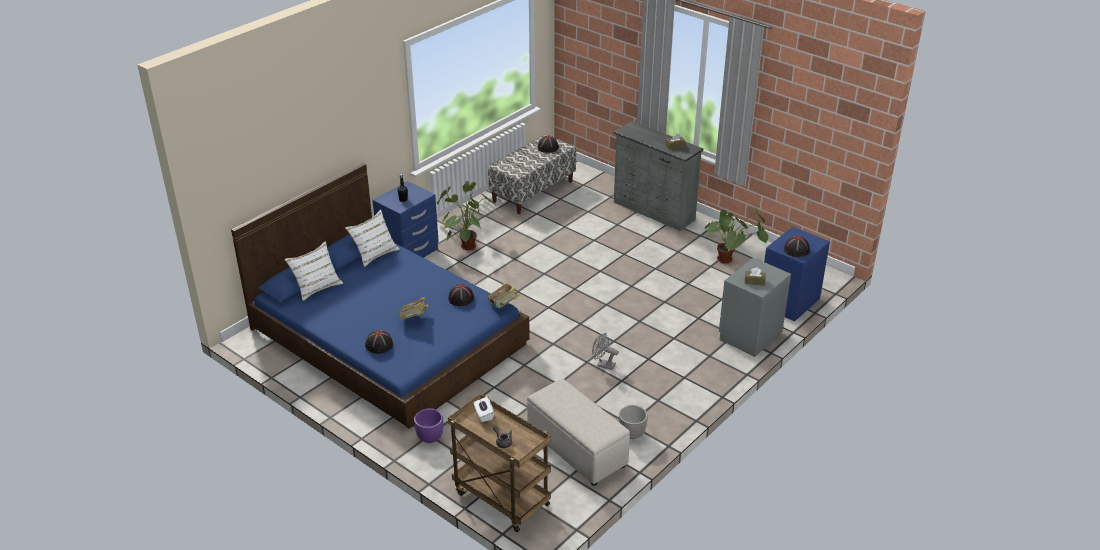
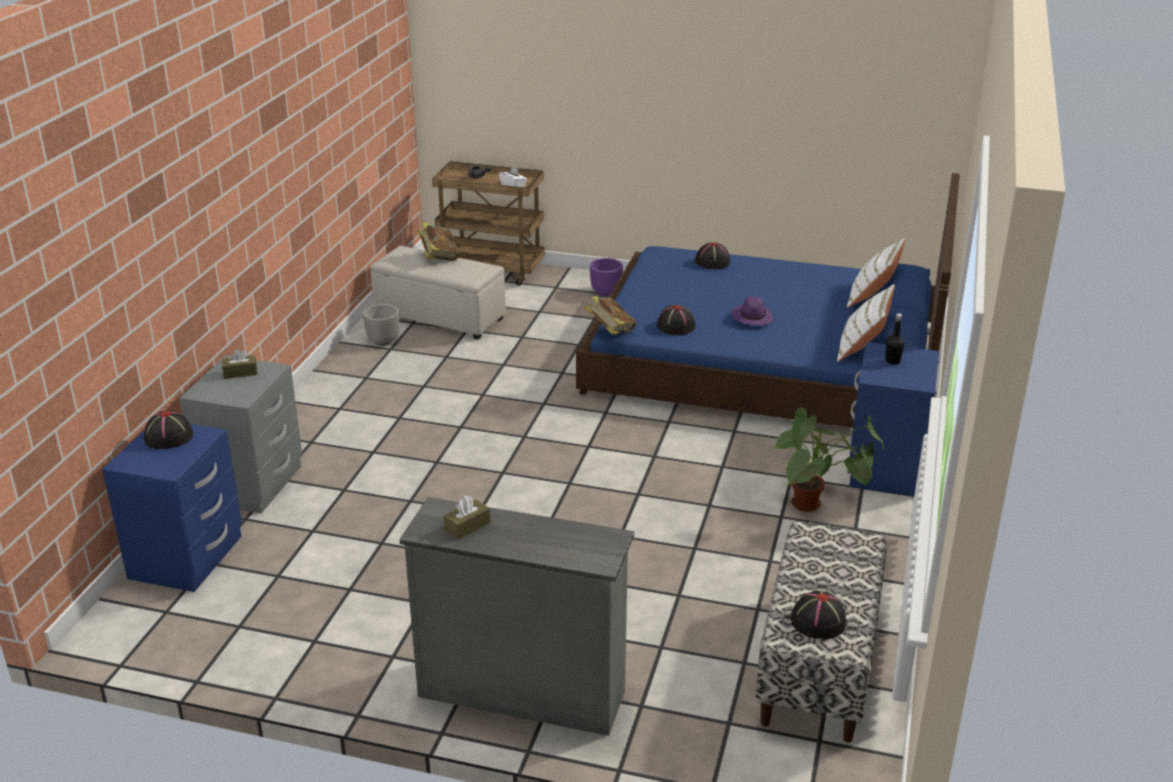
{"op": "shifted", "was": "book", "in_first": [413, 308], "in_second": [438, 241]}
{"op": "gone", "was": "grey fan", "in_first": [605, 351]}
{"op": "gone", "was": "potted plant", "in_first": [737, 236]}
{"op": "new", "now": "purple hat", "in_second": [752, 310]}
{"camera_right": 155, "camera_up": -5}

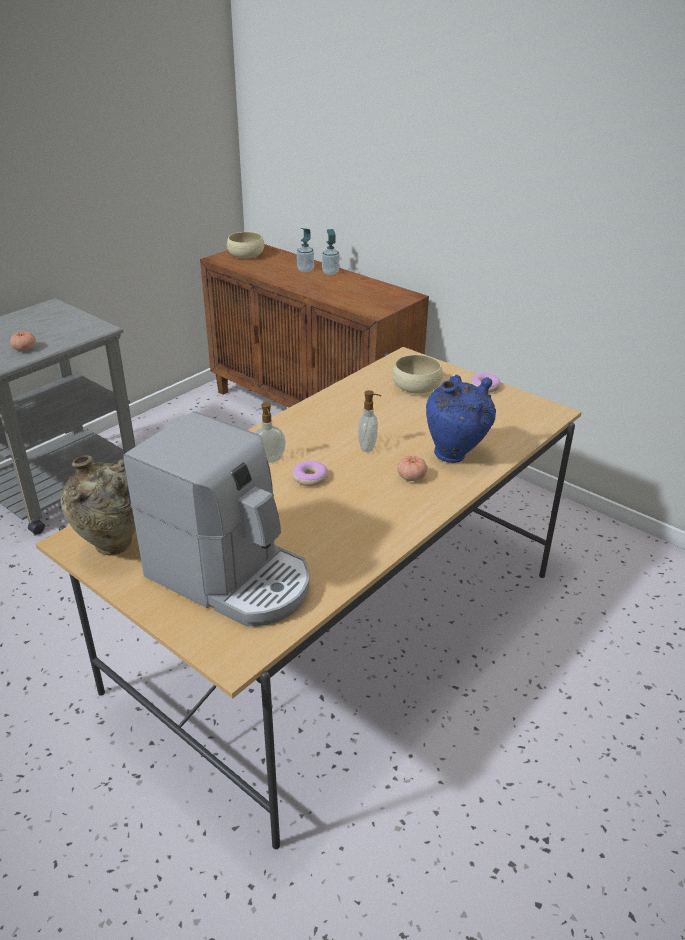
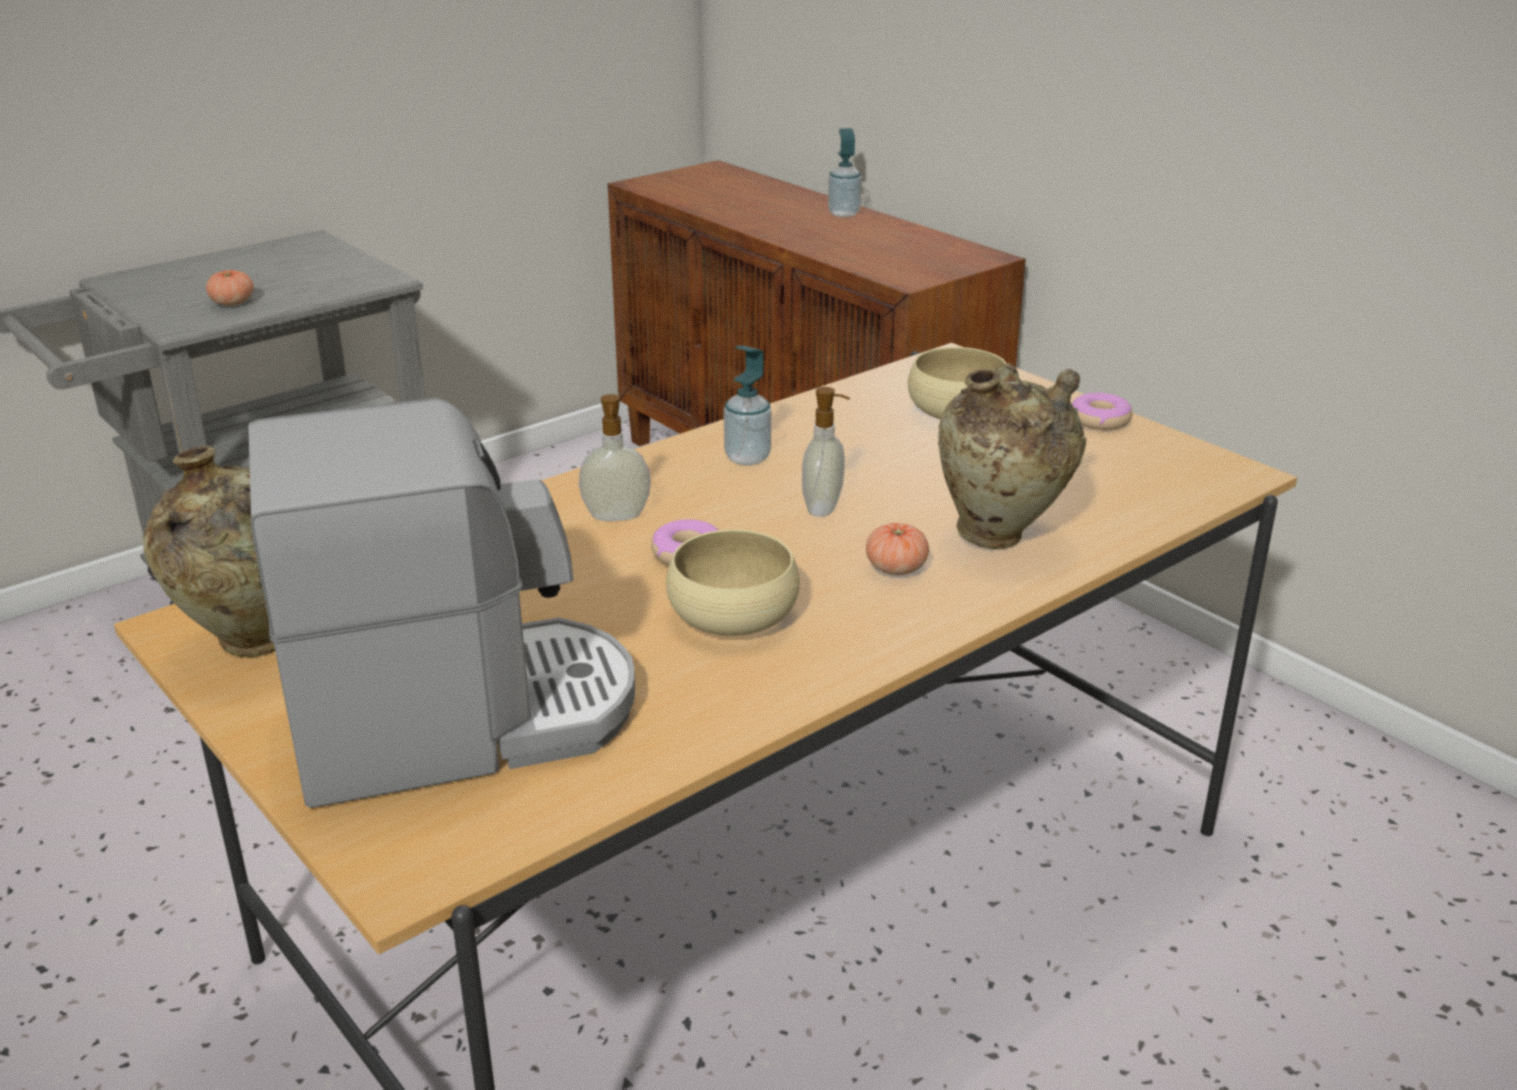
{"op": "rotated", "was": "coffee machine", "in_first": [216, 519], "in_second": [441, 603], "clockwise": -60}
{"op": "shifted", "was": "beige bowl", "in_first": [245, 245], "in_second": [733, 582]}
{"op": "shifted", "was": "soap dispenser", "in_first": [305, 250], "in_second": [747, 406]}
{"op": "repainted", "was": "blue vase", "now": "beige vase", "in_first": [461, 418], "in_second": [1012, 456]}
{"camera_right": 10, "camera_up": -5}

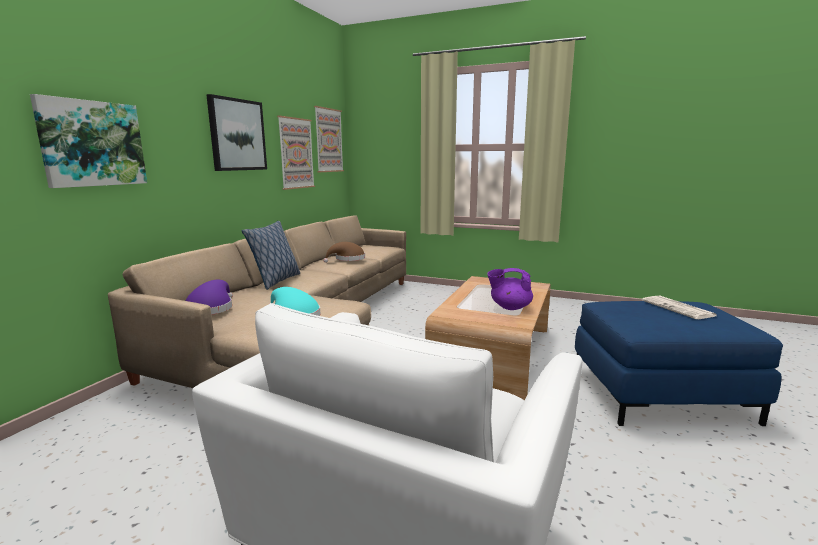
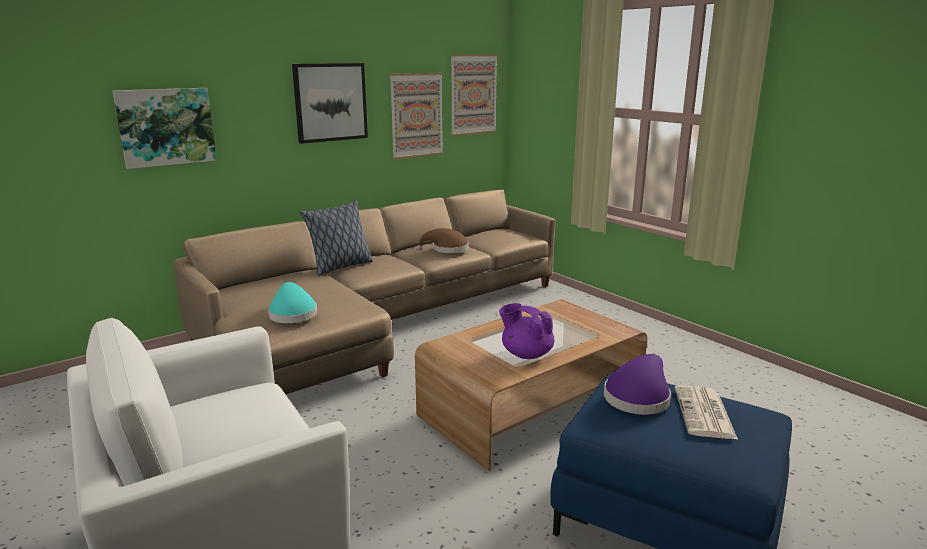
{"op": "shifted", "was": "purple hat", "in_first": [209, 297], "in_second": [637, 384]}
{"camera_right": 30, "camera_up": 5}

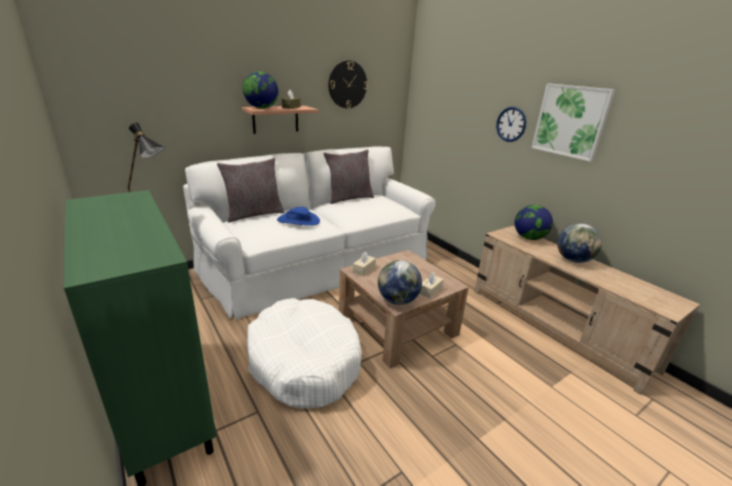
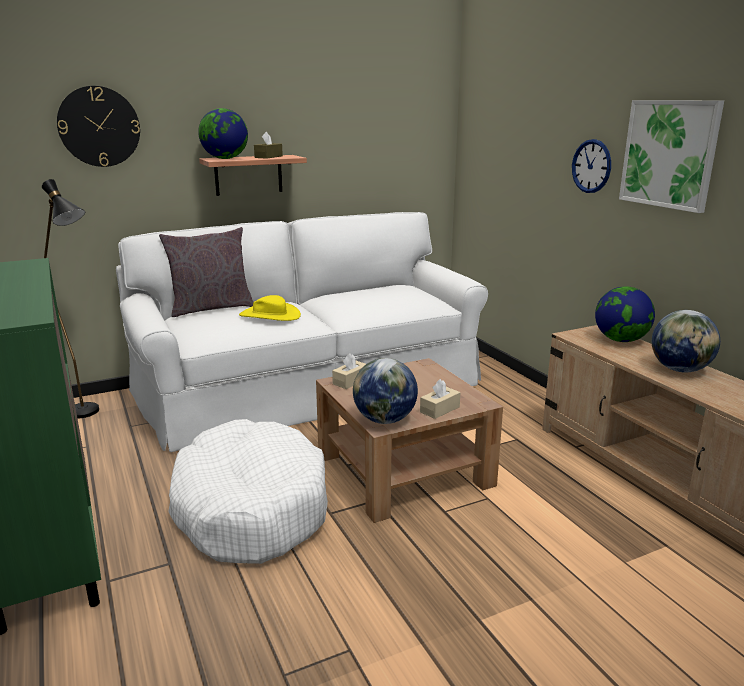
{"op": "repainted", "was": "blue hat", "now": "yellow hat", "in_first": [298, 216], "in_second": [270, 308]}
{"op": "gone", "was": "grey pillow", "in_first": [348, 176]}
{"op": "shifted", "was": "wall clock", "in_first": [348, 84], "in_second": [98, 126]}
{"camera_right": 10, "camera_up": -5}

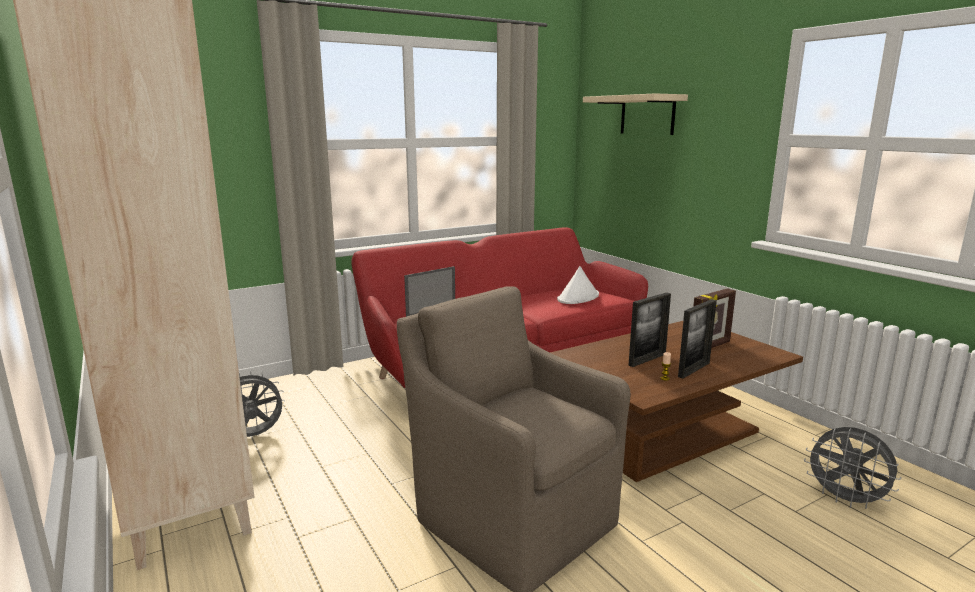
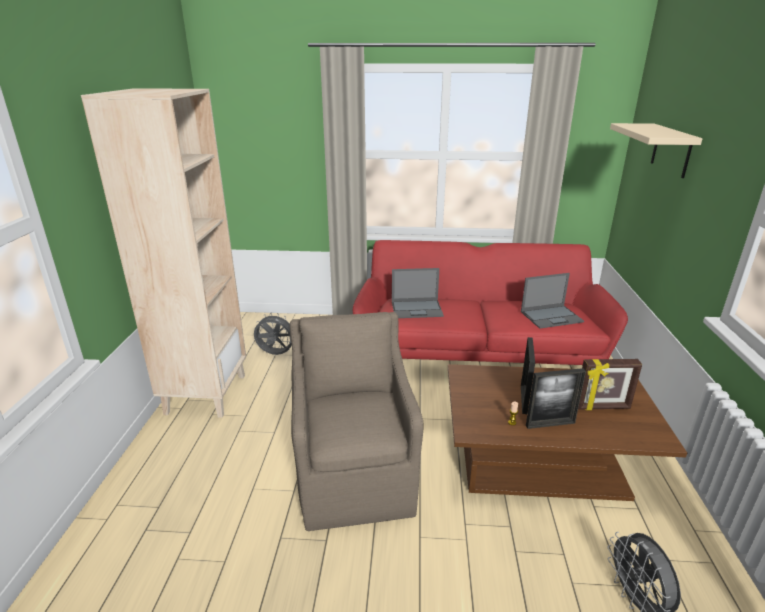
{"op": "swapped", "was": "white hat", "now": "laptop", "in_first": [578, 285], "in_second": [552, 301]}
{"op": "rotated", "was": "picture frame", "in_first": [649, 329], "in_second": [528, 375], "clockwise": 105}
{"camera_right": 35, "camera_up": 10}

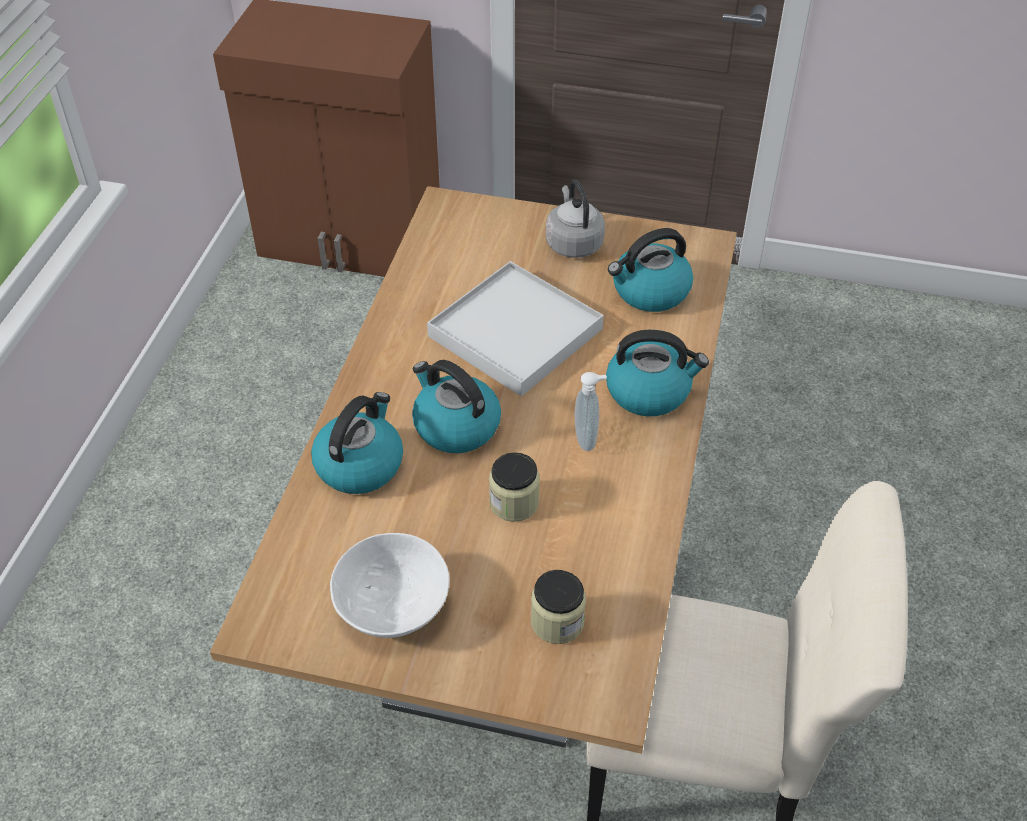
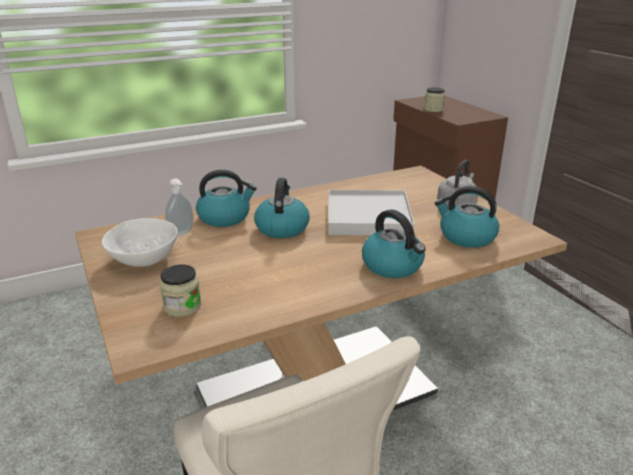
{"op": "shifted", "was": "jar", "in_first": [514, 487], "in_second": [434, 99]}
{"op": "shifted", "was": "soap dispenser", "in_first": [591, 411], "in_second": [179, 208]}
{"camera_right": 50, "camera_up": -20}

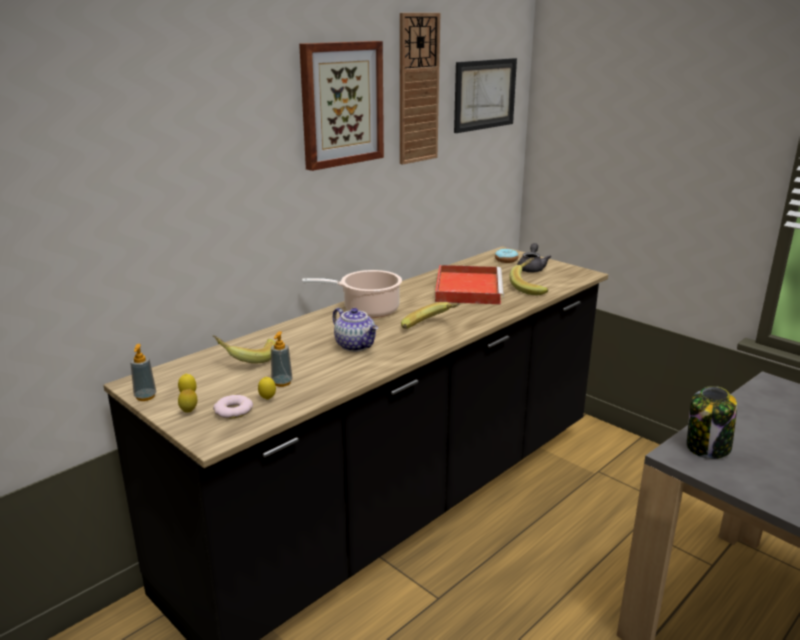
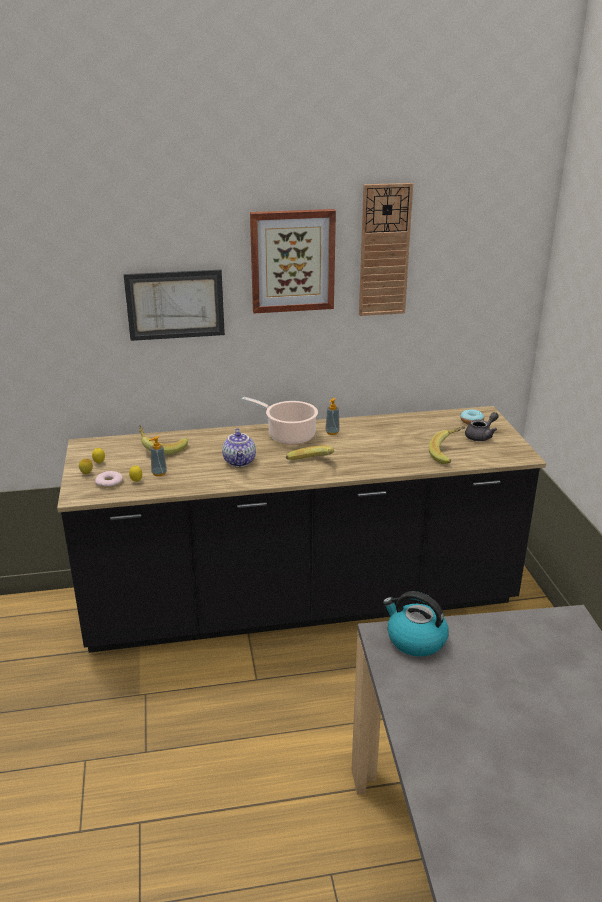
{"op": "shifted", "was": "soap dispenser", "in_first": [143, 372], "in_second": [332, 416]}
{"op": "gone", "was": "red tray", "in_first": [469, 284]}
{"op": "shifted", "was": "picture", "in_first": [485, 95], "in_second": [174, 305]}
{"op": "swapped", "was": "jar", "now": "kettle", "in_first": [712, 422], "in_second": [416, 624]}
{"camera_right": 35, "camera_up": 5}

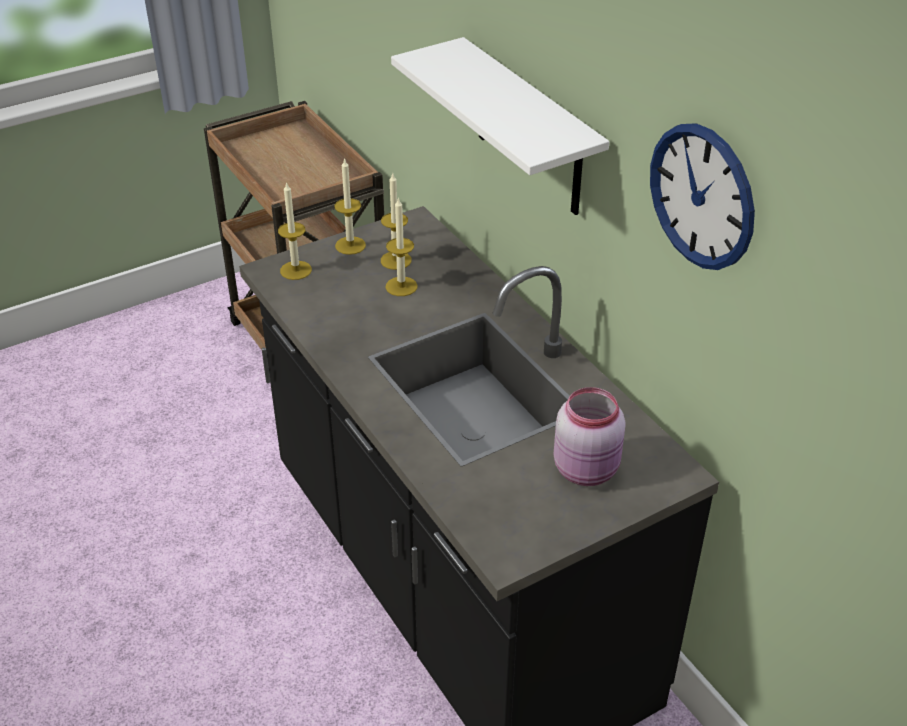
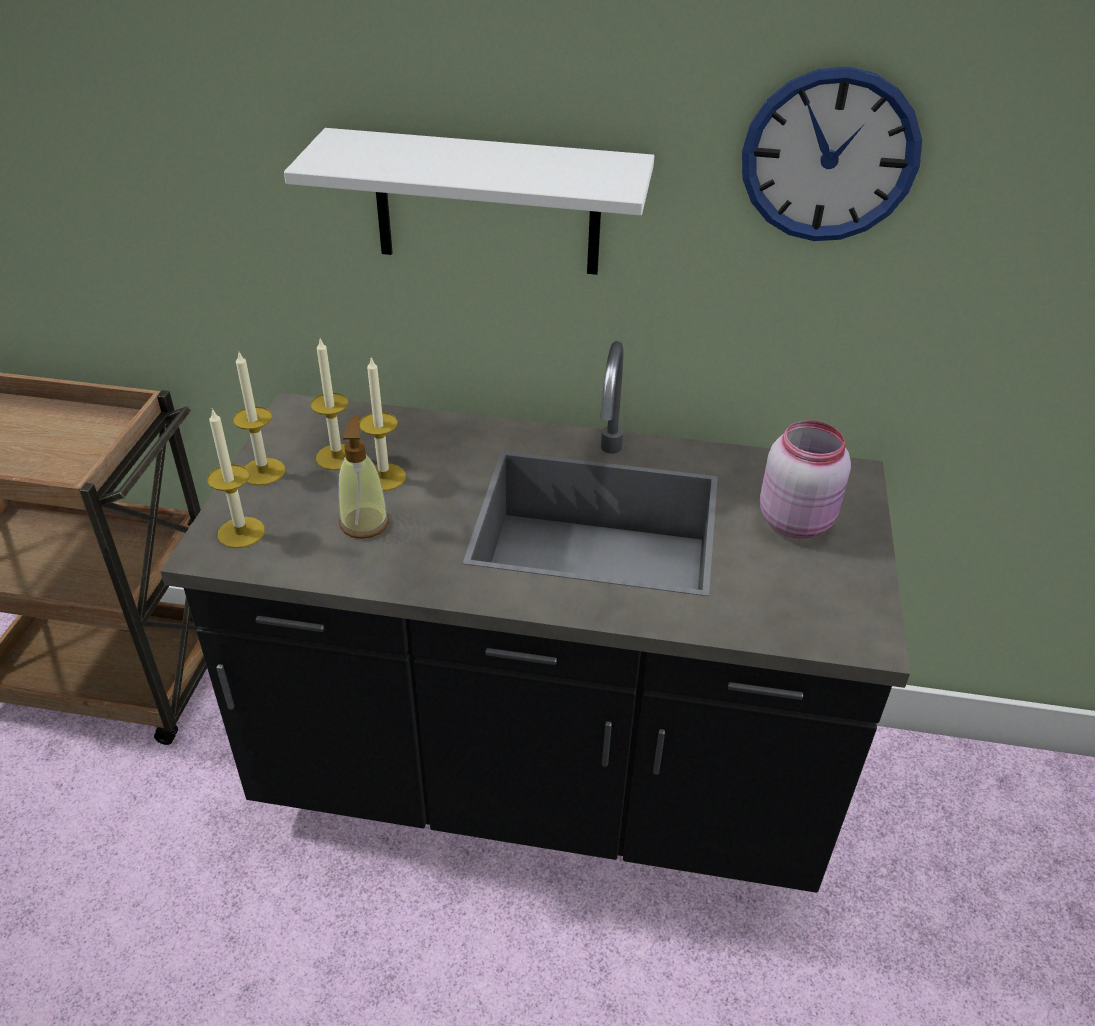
{"op": "new", "now": "soap dispenser", "in_second": [363, 477]}
{"camera_right": -50, "camera_up": 0}

